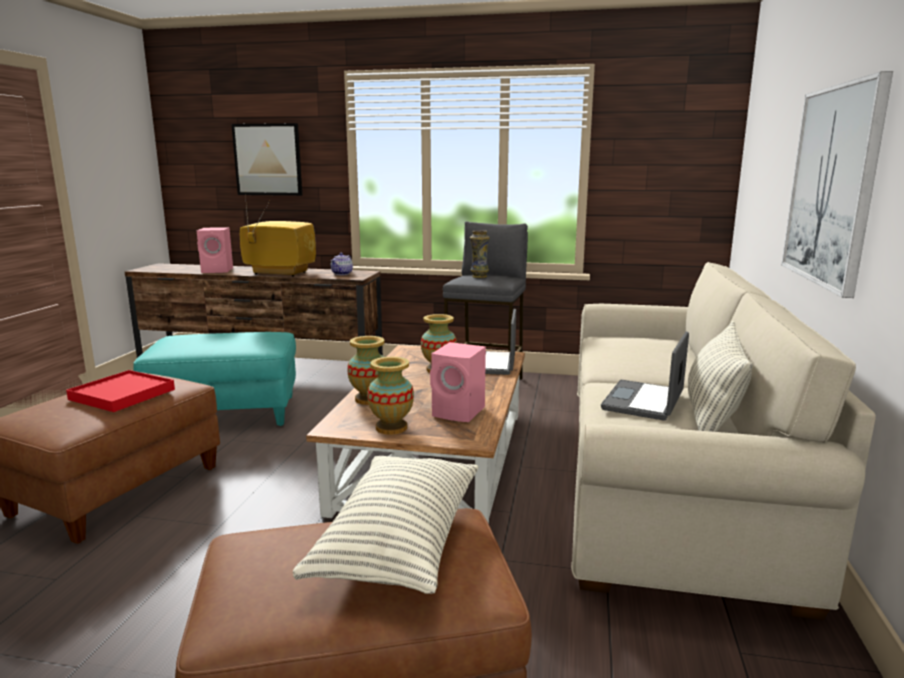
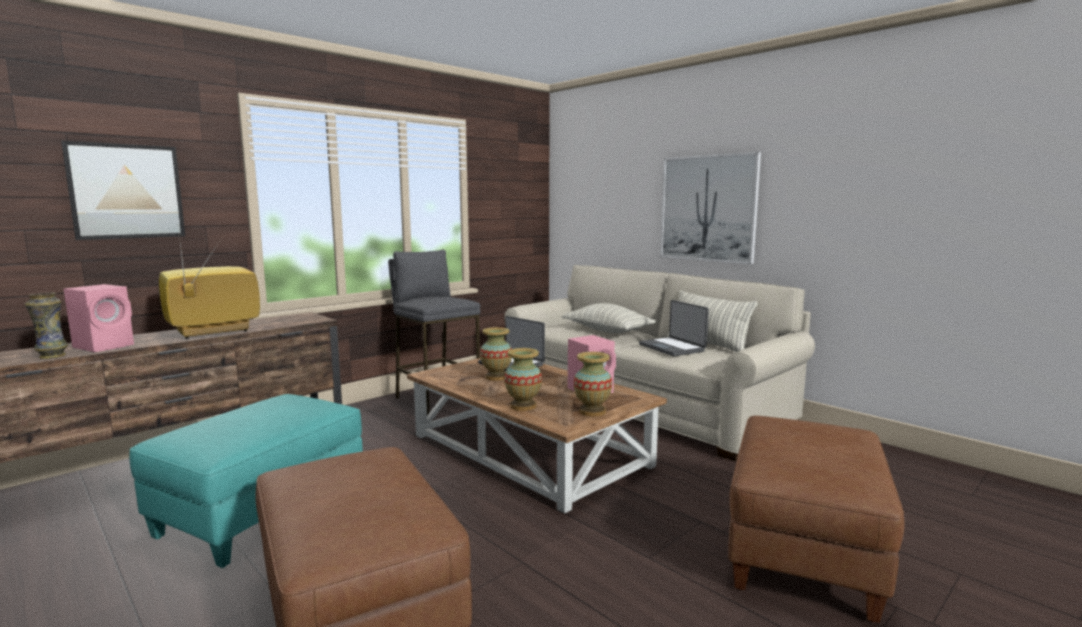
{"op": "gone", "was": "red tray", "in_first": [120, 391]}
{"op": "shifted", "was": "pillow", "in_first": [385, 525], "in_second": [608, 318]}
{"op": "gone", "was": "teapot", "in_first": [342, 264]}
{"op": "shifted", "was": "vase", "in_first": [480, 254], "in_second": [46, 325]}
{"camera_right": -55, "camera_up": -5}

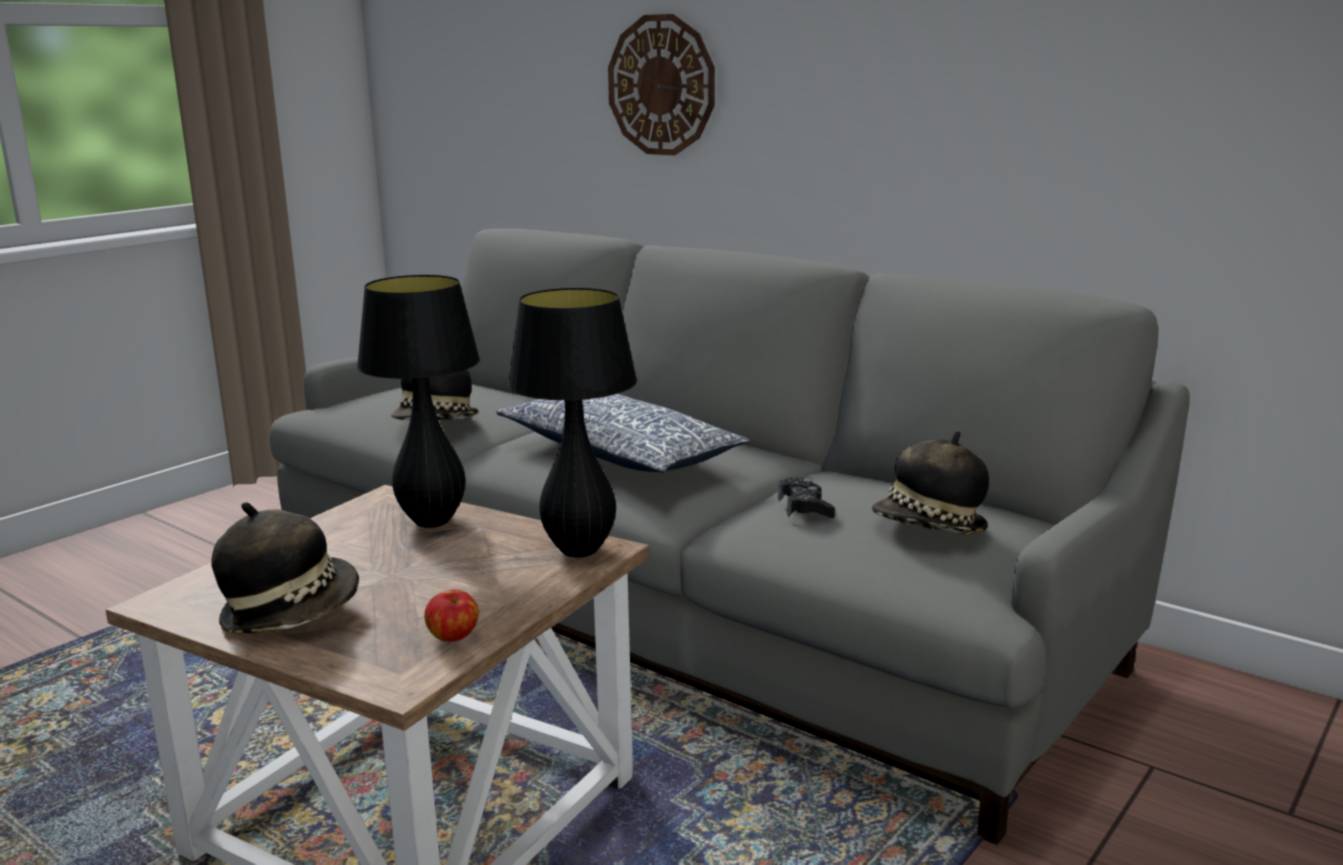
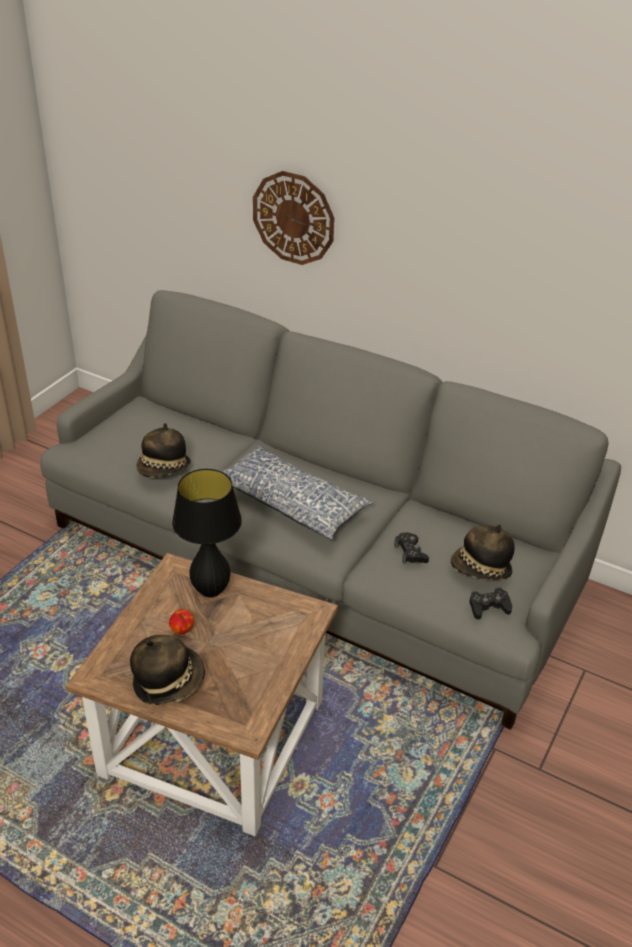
{"op": "shifted", "was": "apple", "in_first": [452, 616], "in_second": [181, 621]}
{"op": "gone", "was": "black table lamp", "in_first": [572, 423]}
{"op": "new", "now": "black game controller", "in_second": [490, 603]}
{"camera_right": -10, "camera_up": 20}

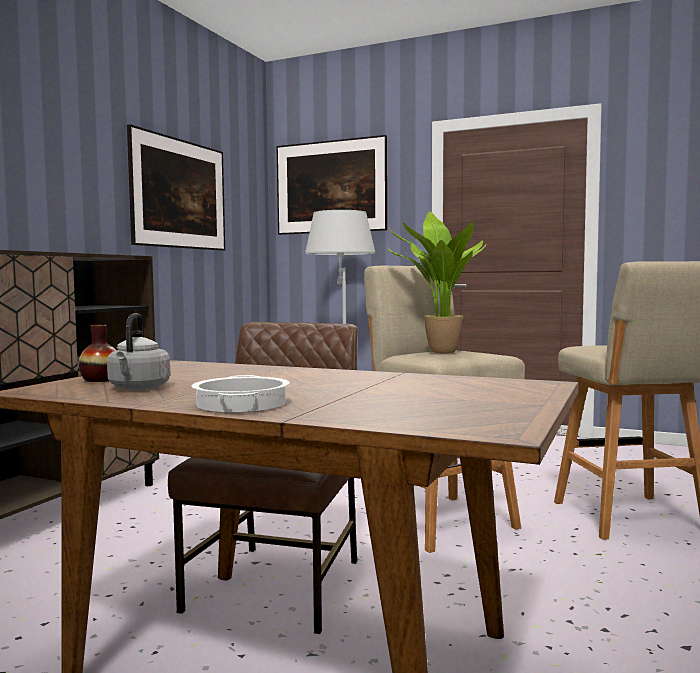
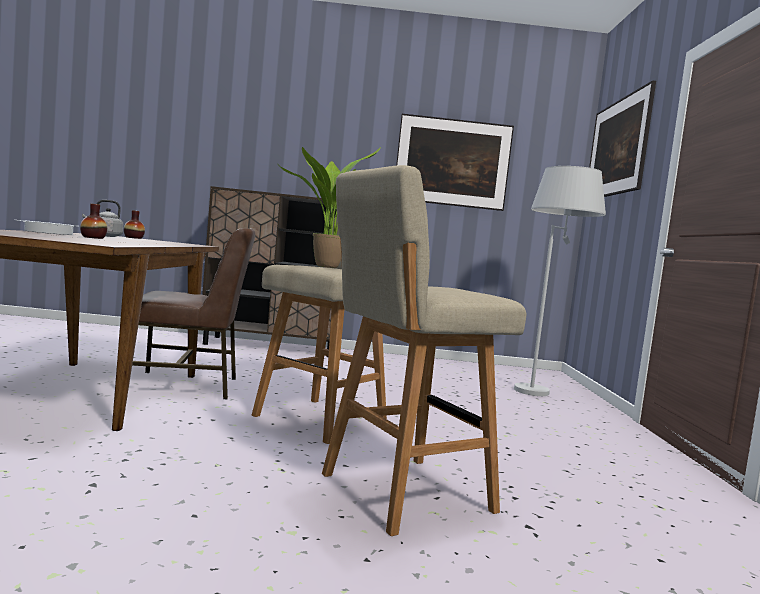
{"op": "new", "now": "vase", "in_second": [93, 221]}
{"camera_right": 65, "camera_up": 0}

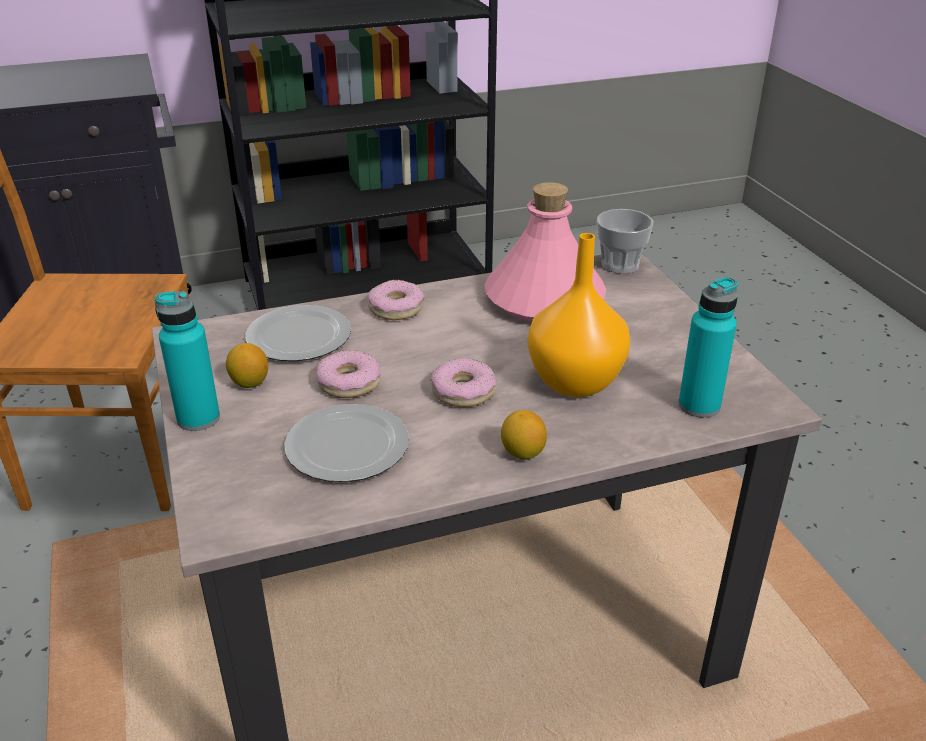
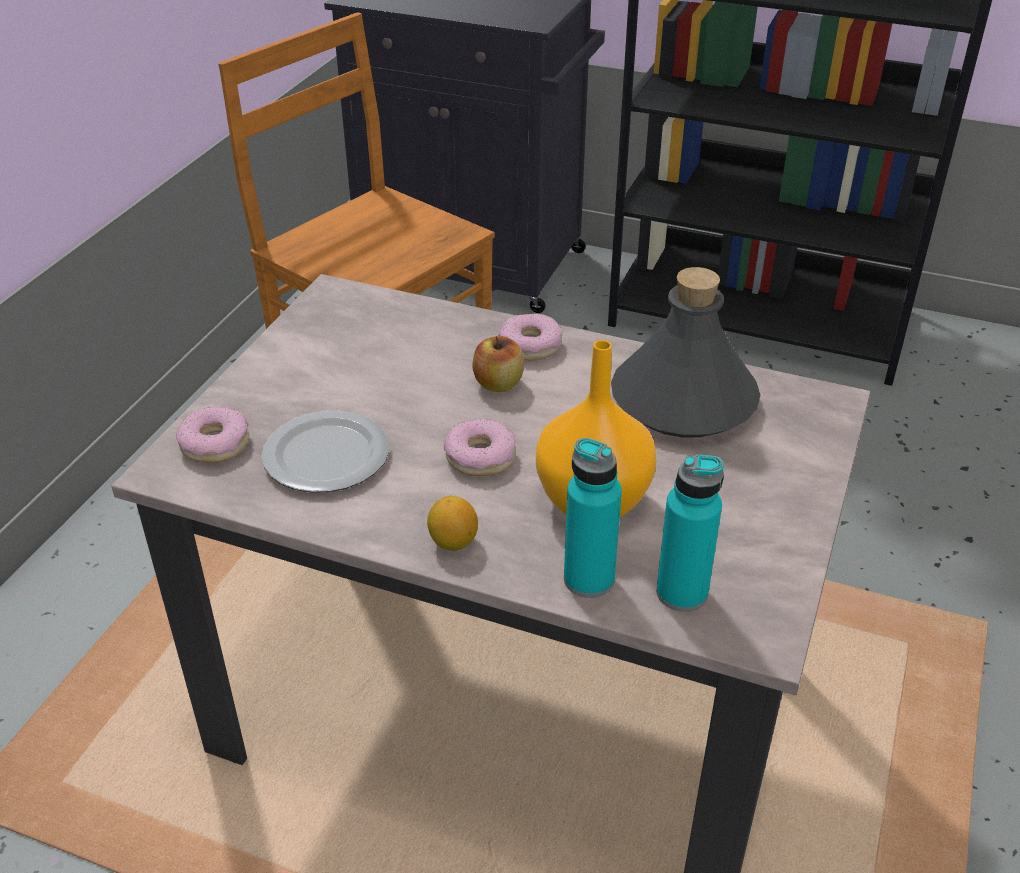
{"op": "shifted", "was": "turquoise bottle", "in_first": [187, 361], "in_second": [593, 518]}
{"op": "gone", "was": "lemon", "in_first": [247, 365]}
{"op": "gone", "was": "plate", "in_first": [298, 333]}
{"op": "shifted", "was": "donut", "in_first": [348, 374], "in_second": [212, 435]}
{"op": "repainted", "was": "pink bottle", "now": "grey bottle", "in_first": [545, 252], "in_second": [685, 352]}
{"op": "gone", "was": "cup", "in_first": [625, 241]}
{"op": "new", "now": "apple", "in_second": [498, 364]}
{"camera_right": 40, "camera_up": 5}

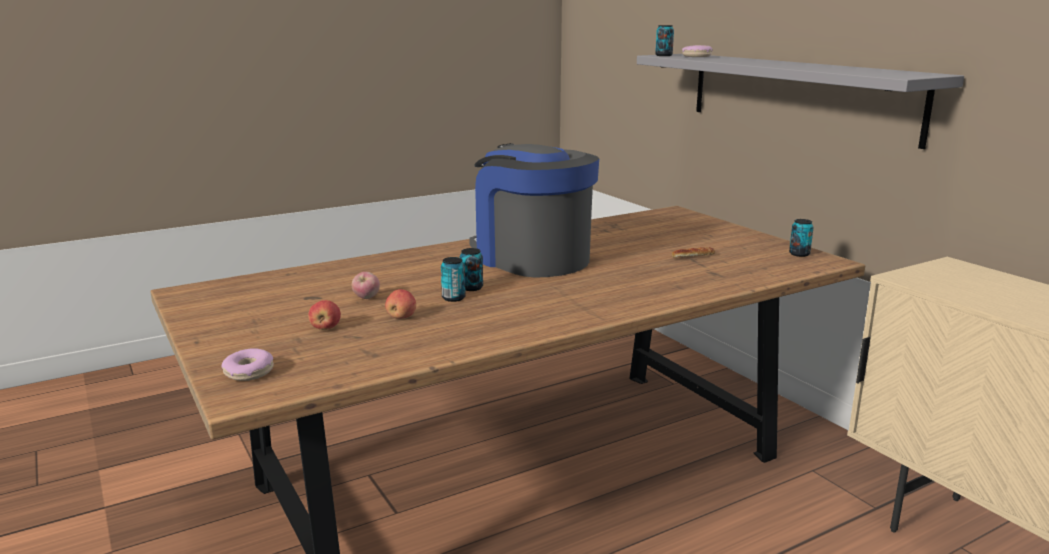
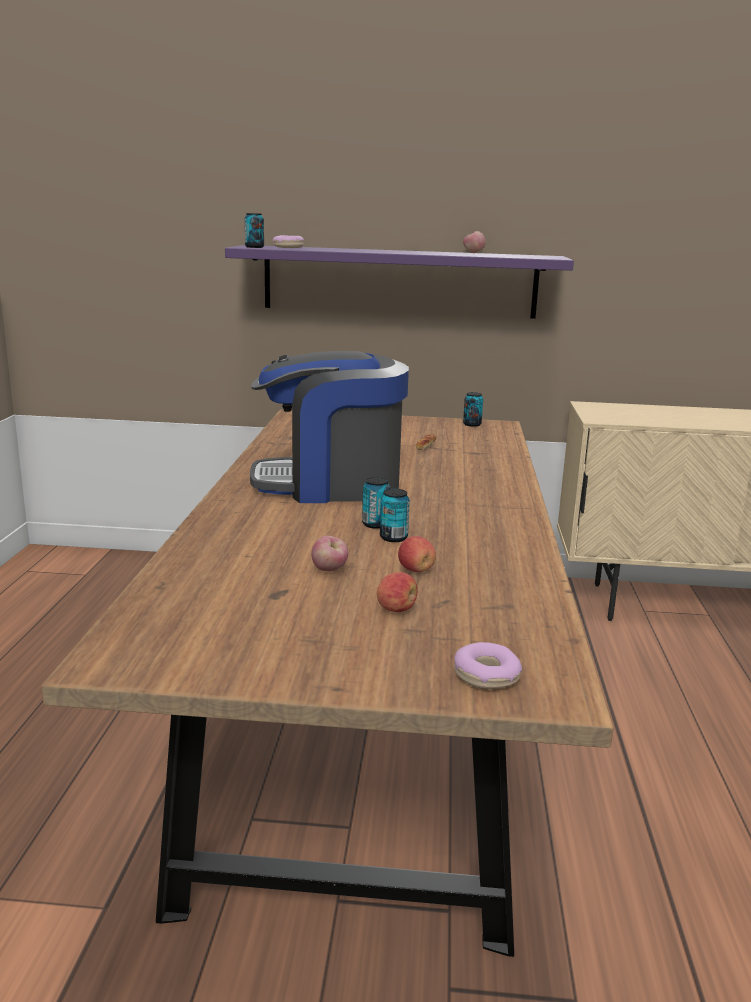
{"op": "repainted", "was": "grey shelf", "now": "purple shelf", "in_first": [800, 101], "in_second": [399, 282]}
{"op": "new", "now": "apple", "in_second": [474, 242]}
{"camera_right": -55, "camera_up": 0}

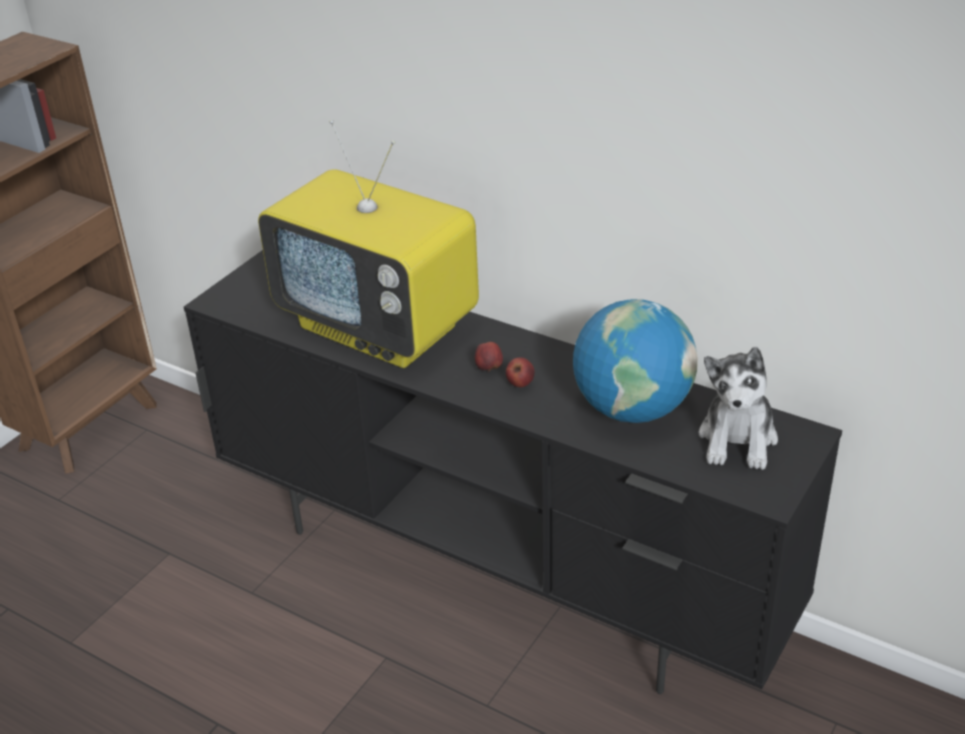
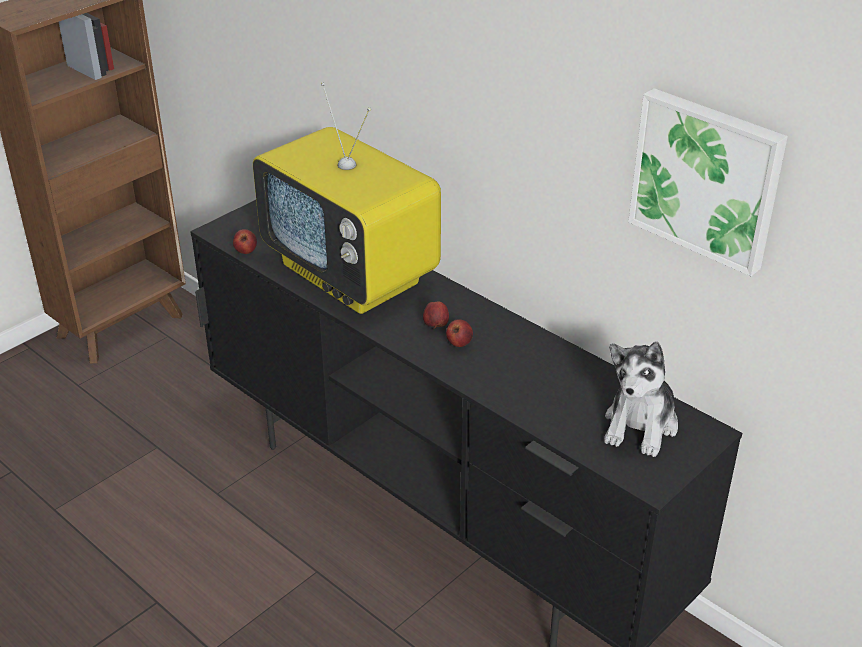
{"op": "gone", "was": "globe", "in_first": [635, 361]}
{"op": "new", "now": "apple", "in_second": [245, 241]}
{"op": "new", "now": "picture", "in_second": [708, 182]}
{"camera_right": 10, "camera_up": 0}

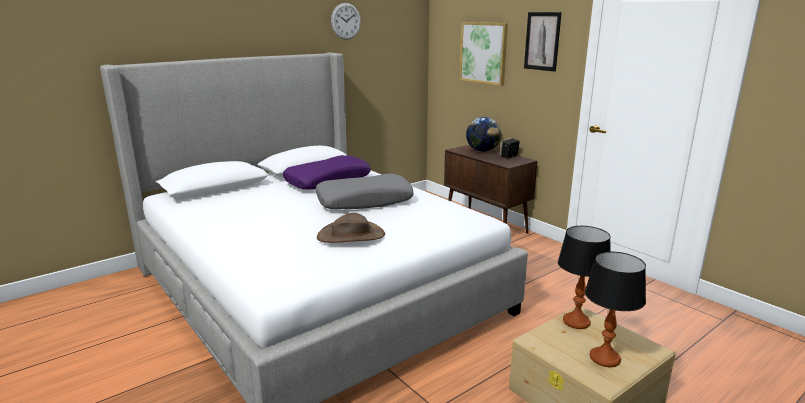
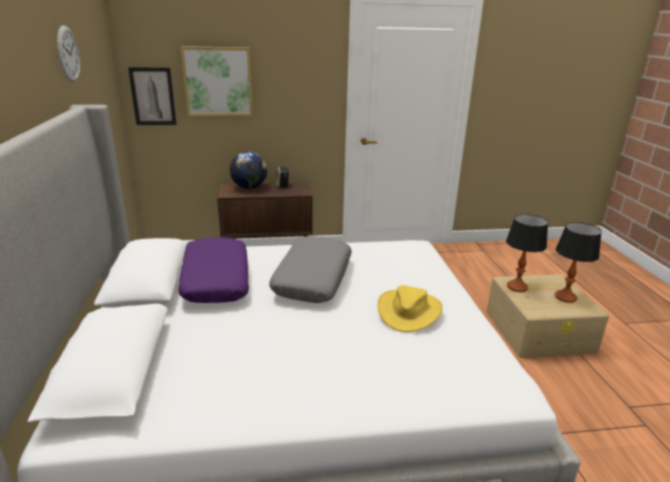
{"op": "repainted", "was": "brown hat", "now": "yellow hat", "in_first": [351, 228], "in_second": [410, 308]}
{"op": "shifted", "was": "picture", "in_first": [543, 41], "in_second": [152, 96]}
{"camera_right": -60, "camera_up": 5}

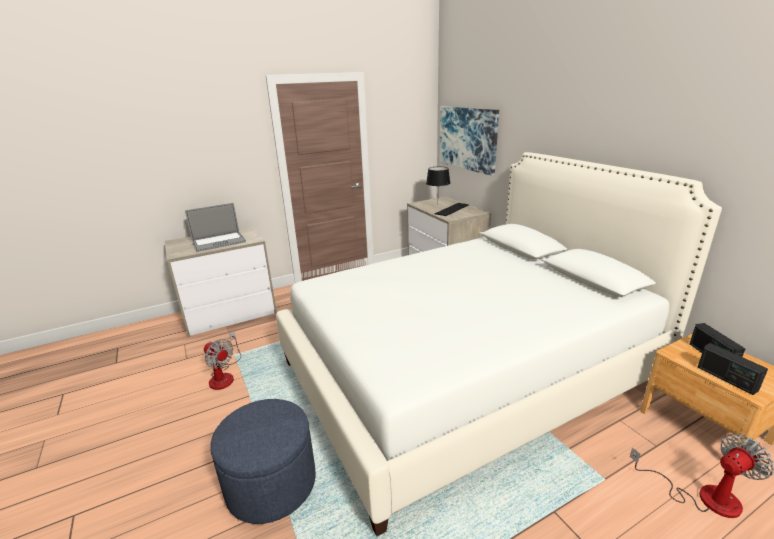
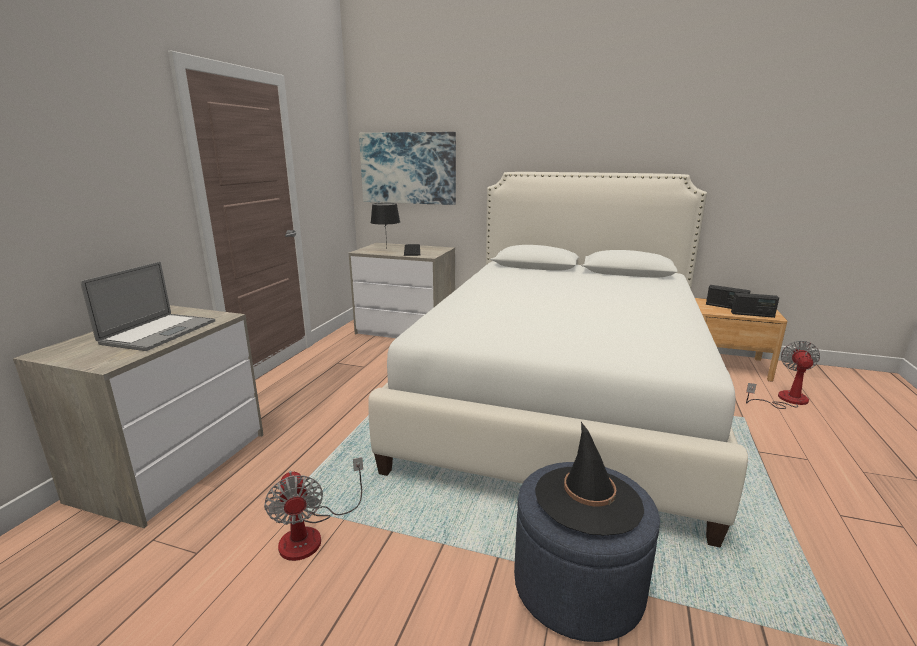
{"op": "rotated", "was": "fan", "in_first": [222, 360], "in_second": [313, 509], "clockwise": 75}
{"op": "new", "now": "black hat", "in_second": [589, 479]}
{"camera_right": -45, "camera_up": -5}

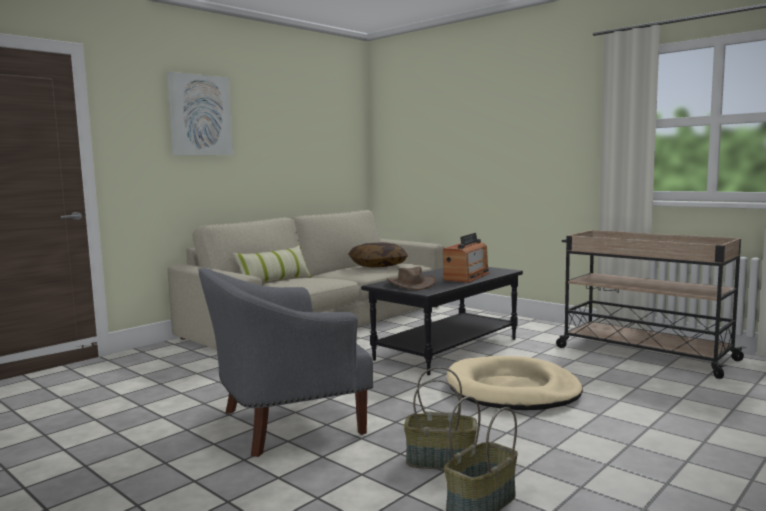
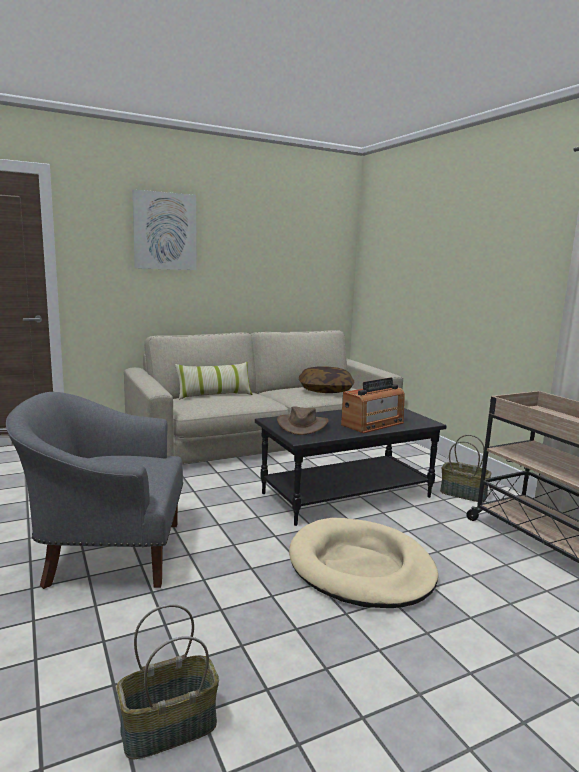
{"op": "shifted", "was": "basket", "in_first": [440, 418], "in_second": [465, 468]}
{"camera_right": 20, "camera_up": 5}

